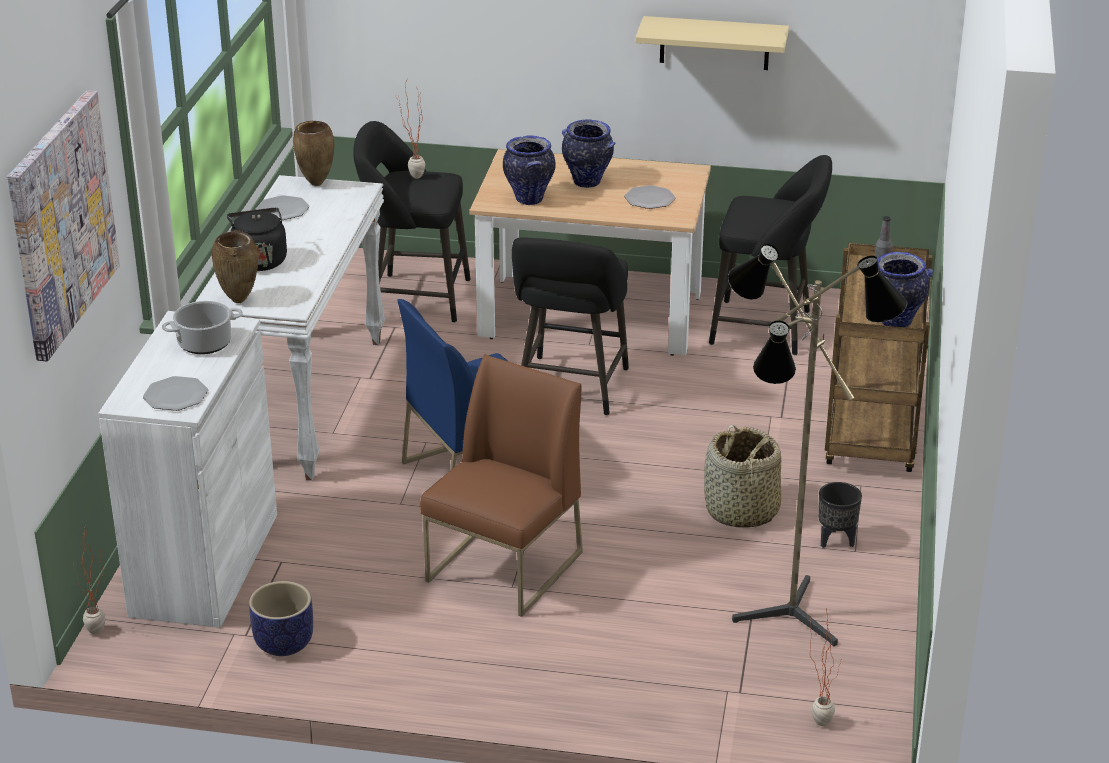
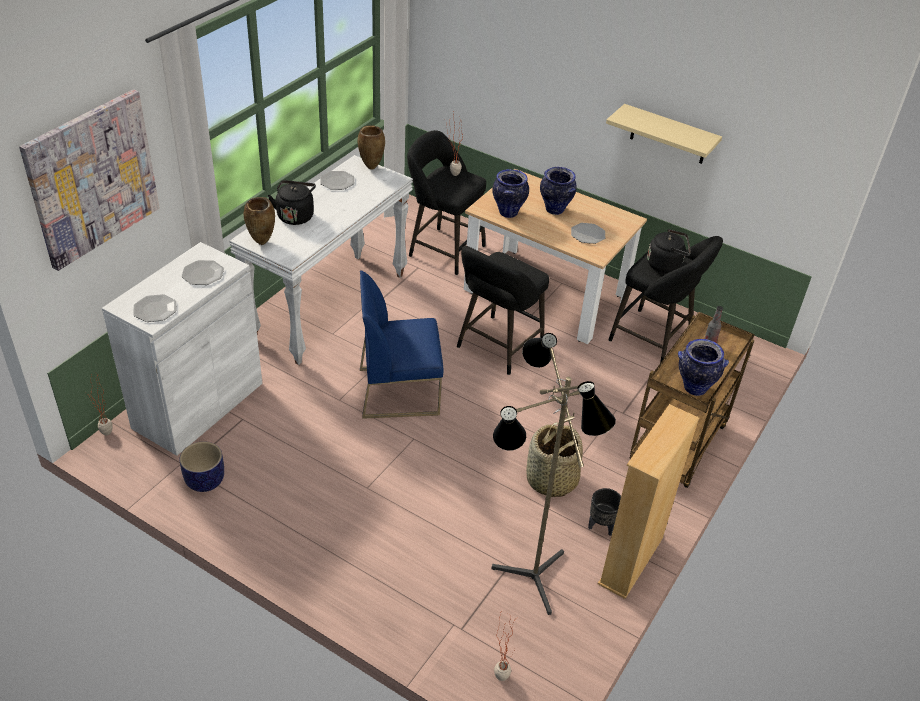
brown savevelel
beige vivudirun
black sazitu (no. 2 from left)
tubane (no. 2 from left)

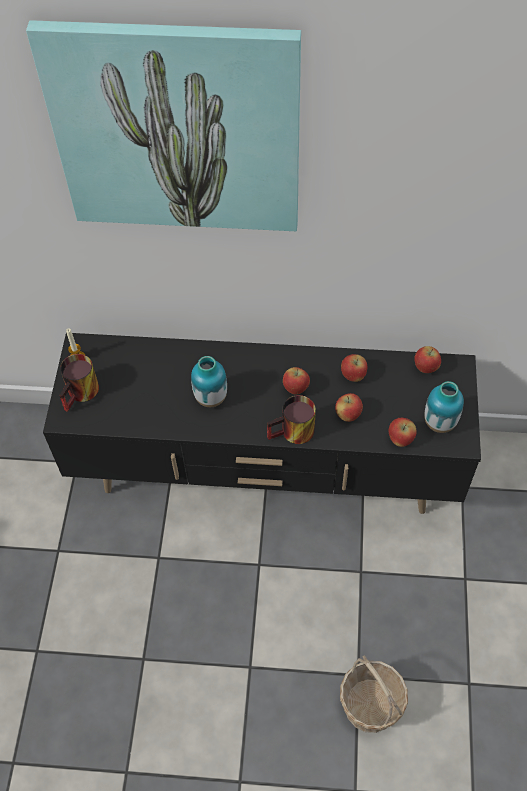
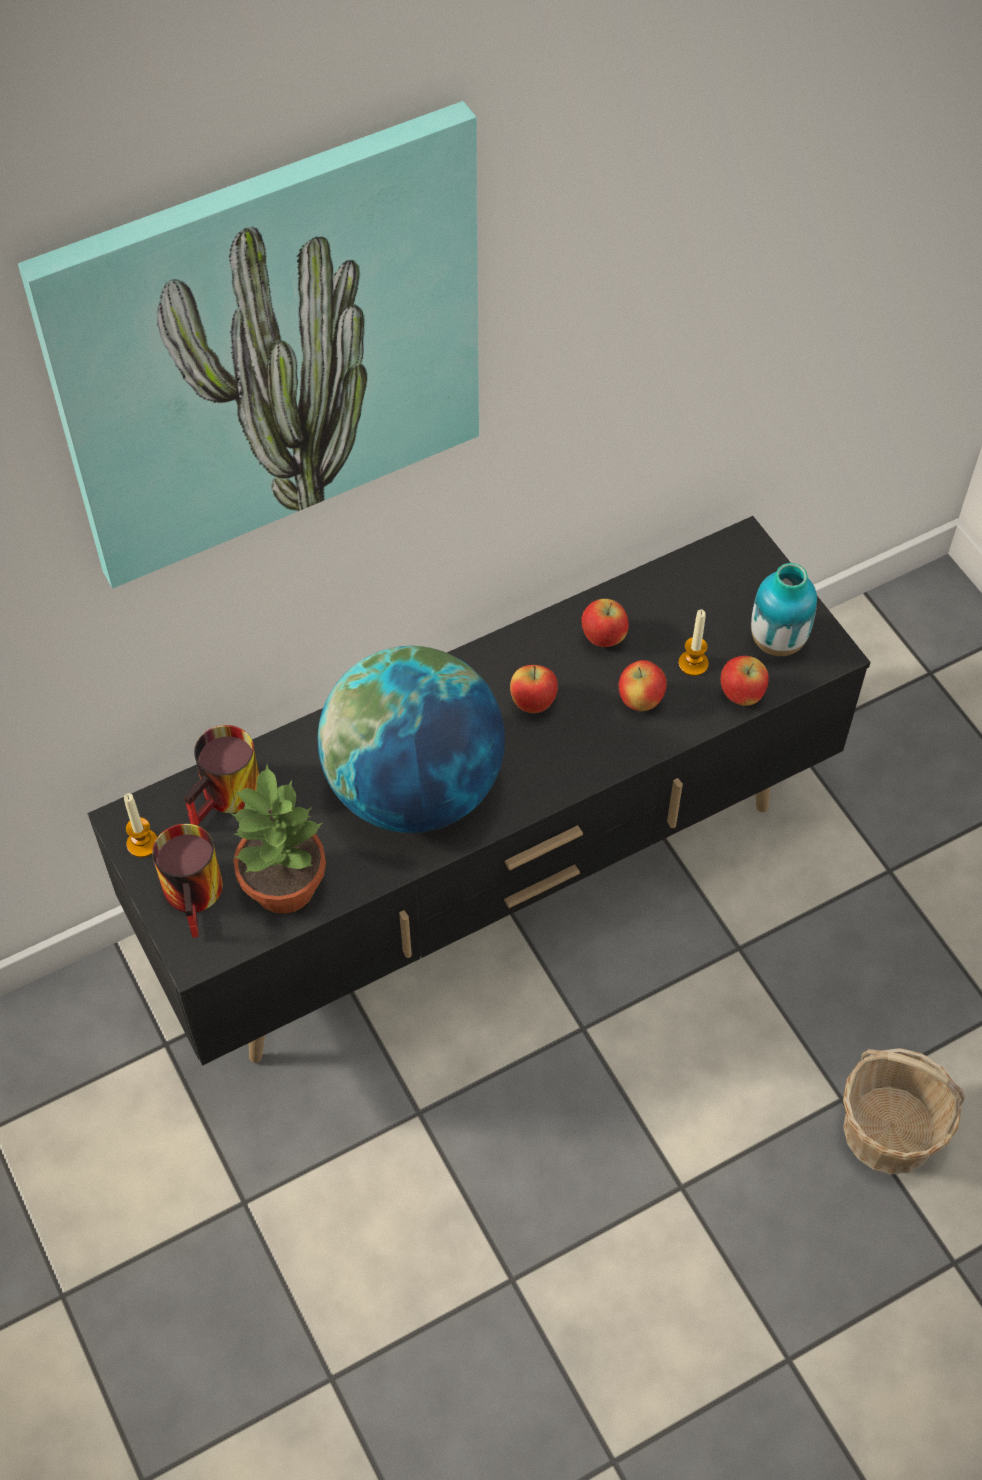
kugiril (no. 5 from left in the first image)
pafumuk
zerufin (no. 2 from left)
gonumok (no. 2 from left)
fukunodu

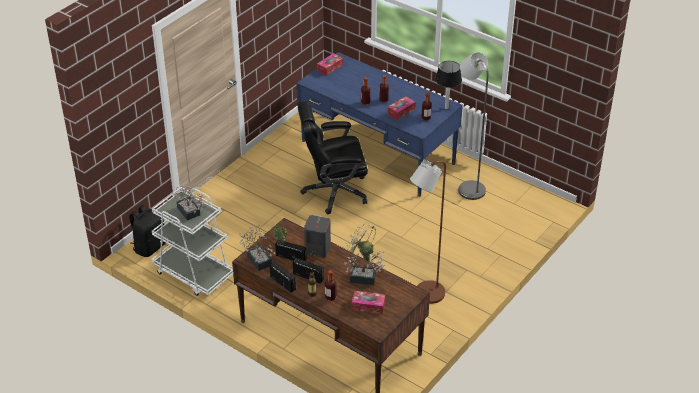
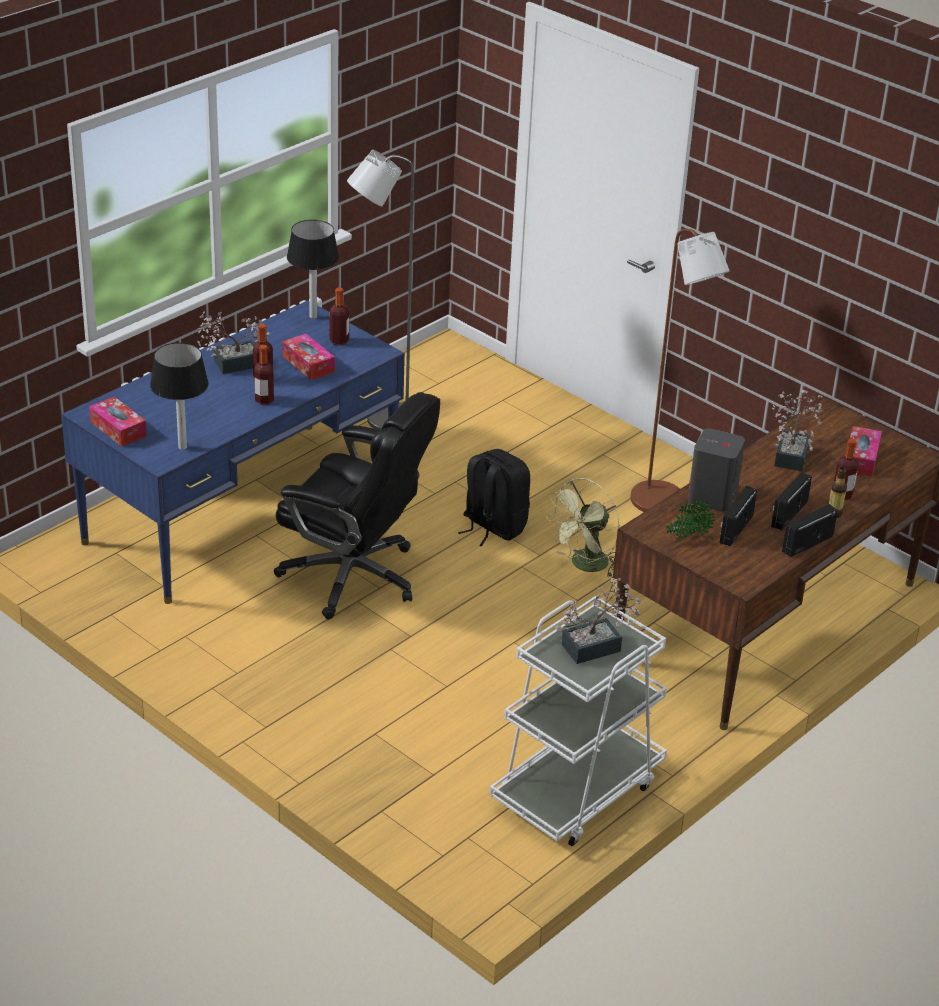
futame (no. 1 from left)
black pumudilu
pafumuk (no. 1 from left)
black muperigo

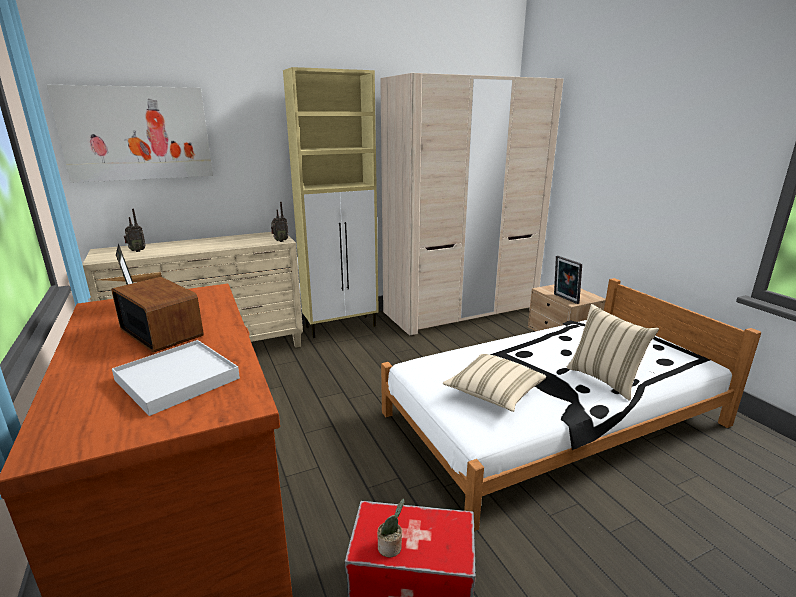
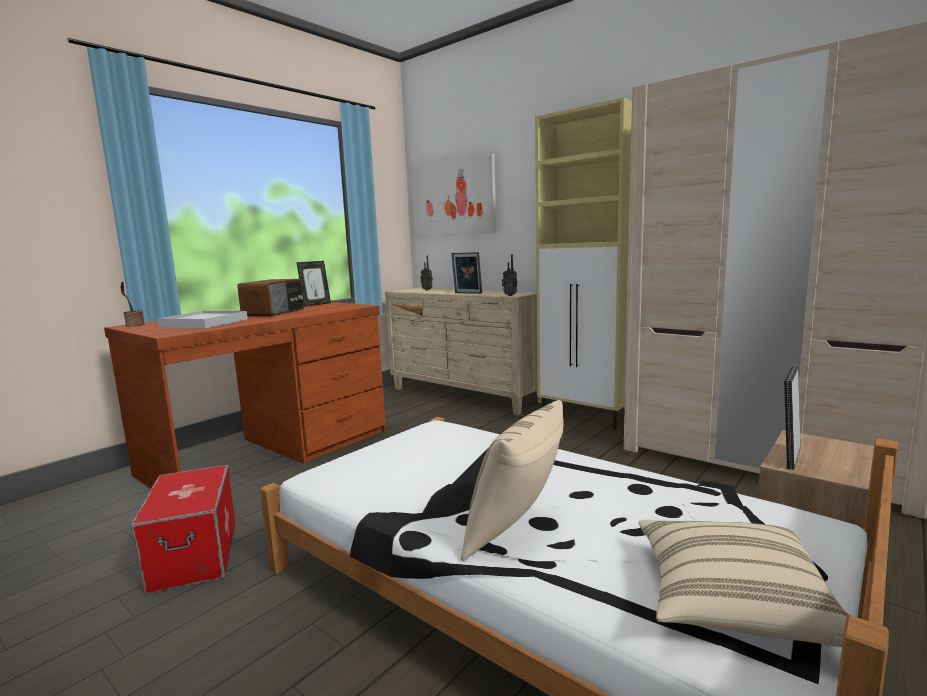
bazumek (no. 2 from left)
pafumuk
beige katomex (no. 2 from left)

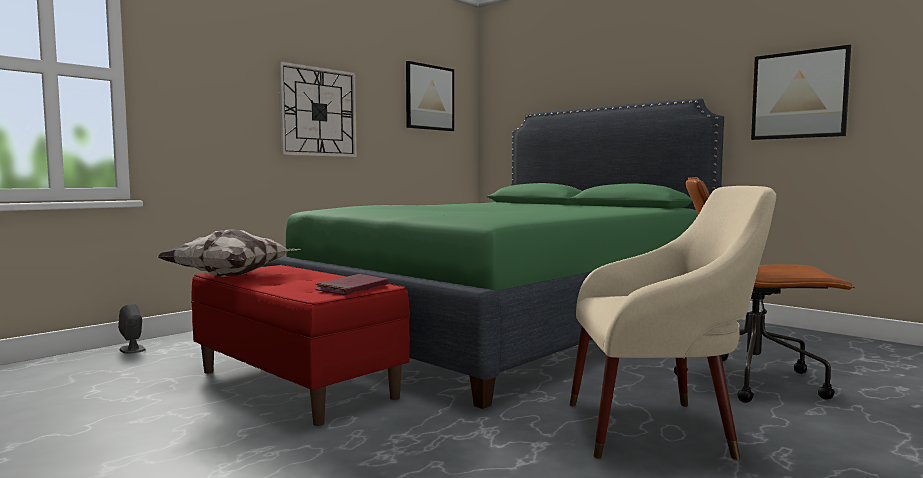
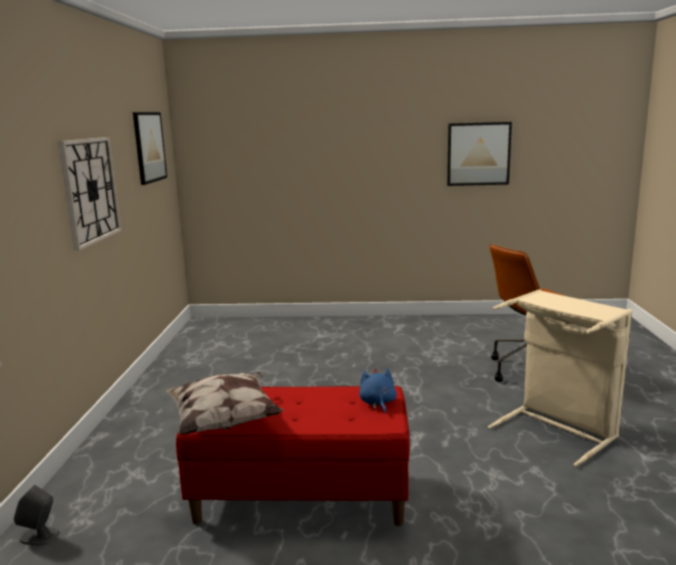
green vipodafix
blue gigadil
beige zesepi

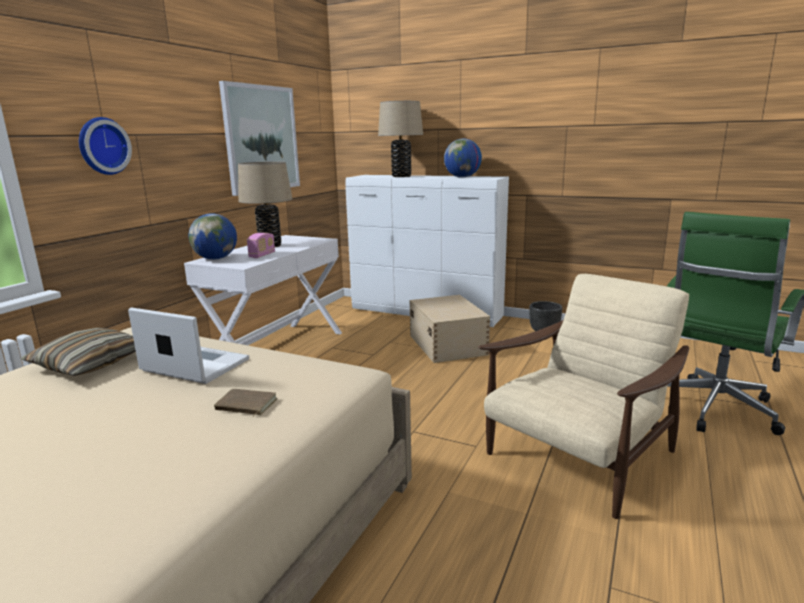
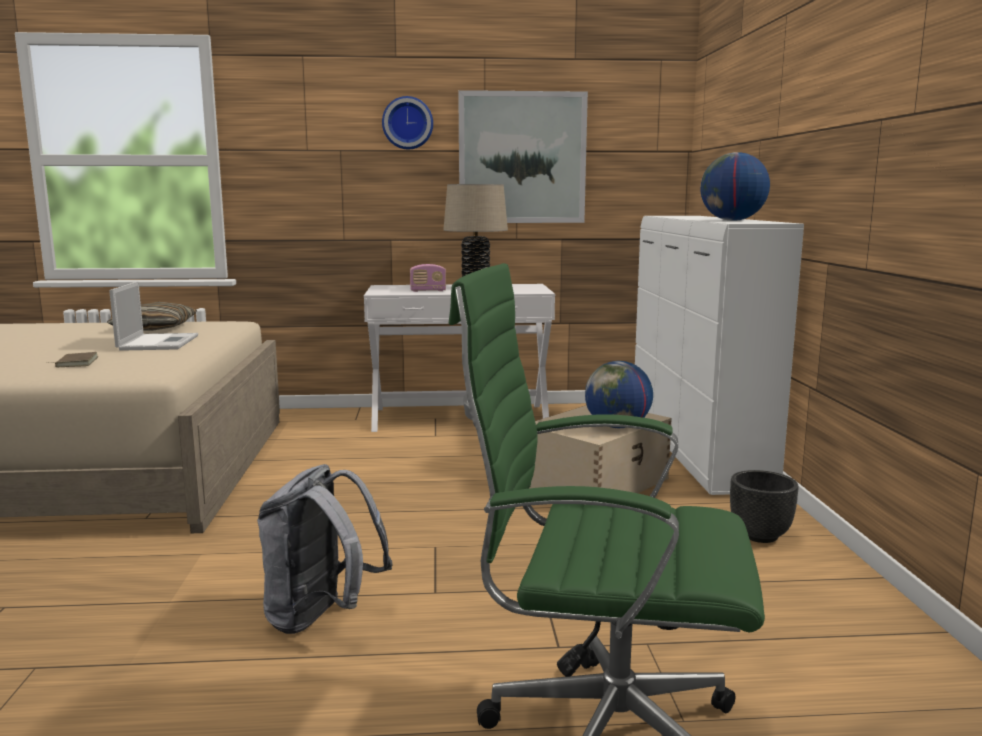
beige futame (no. 2 from left in the first image)
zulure
fukunodu (no. 1 from left)
grey pumudilu

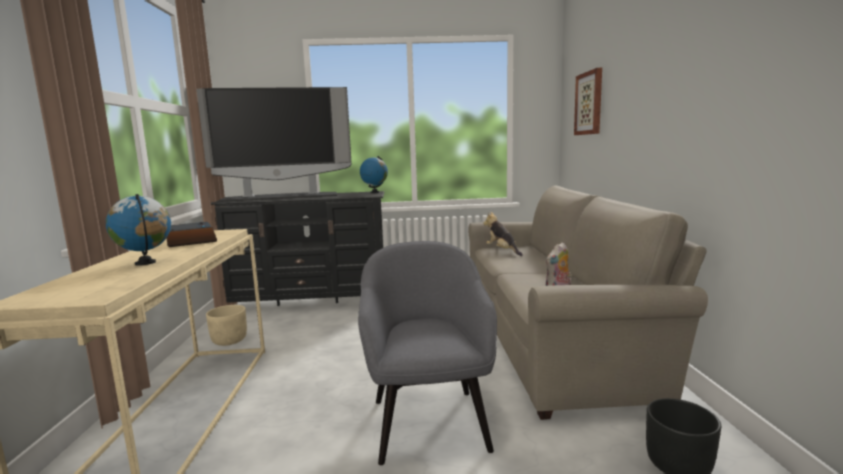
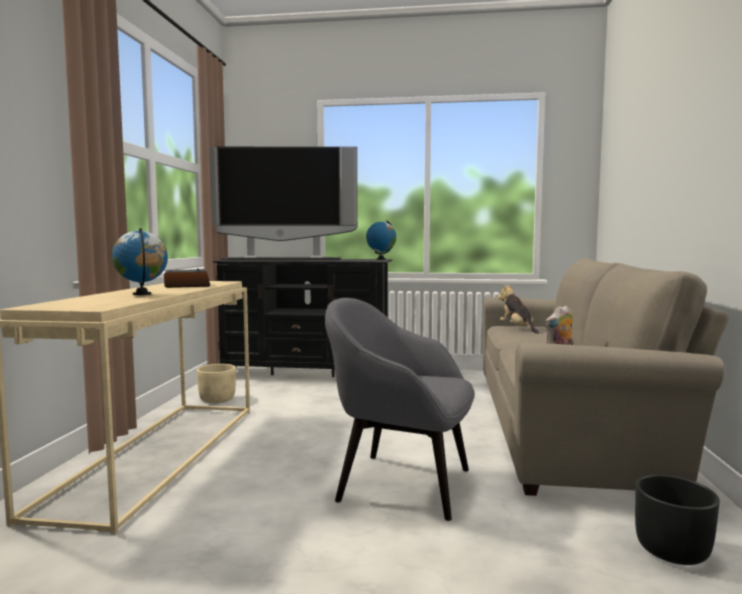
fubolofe
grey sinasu

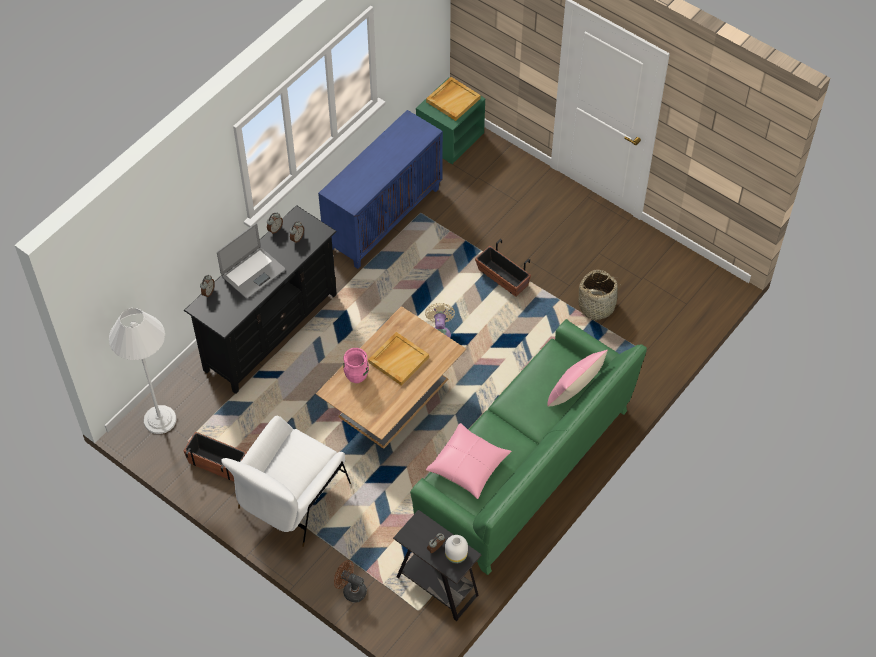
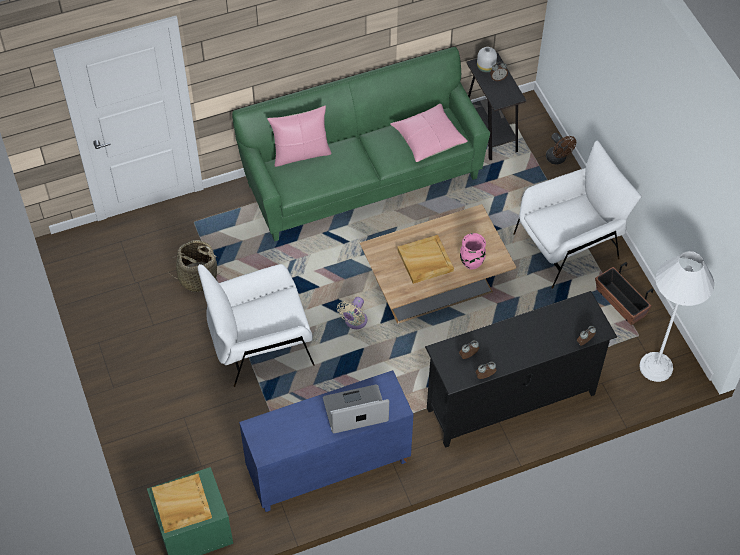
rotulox
white sinasu (no. 1 from left)

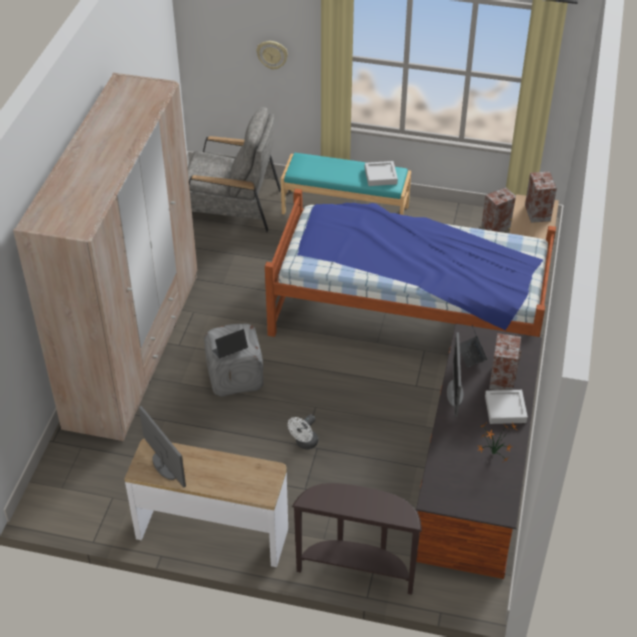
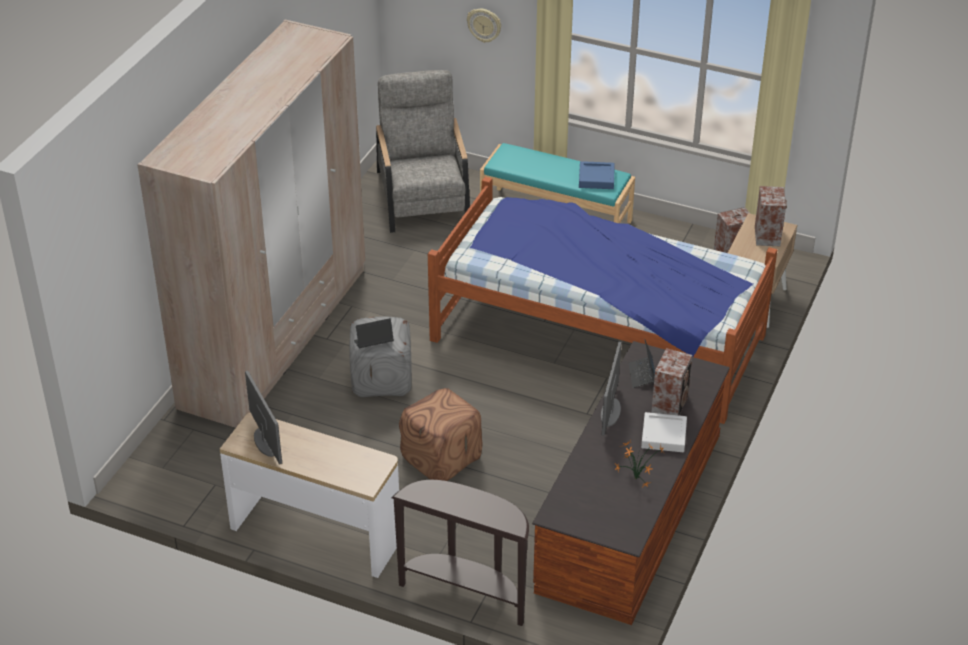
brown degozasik
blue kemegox
grey sinasu

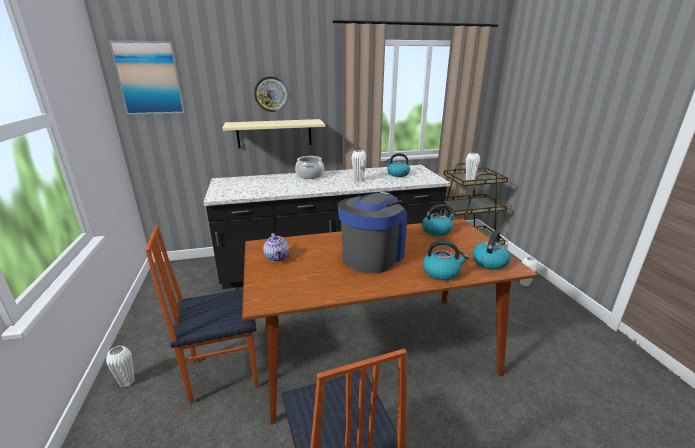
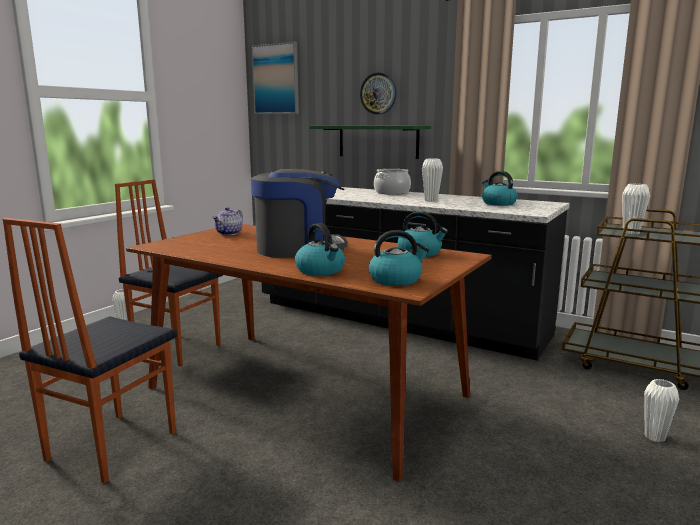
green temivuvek

